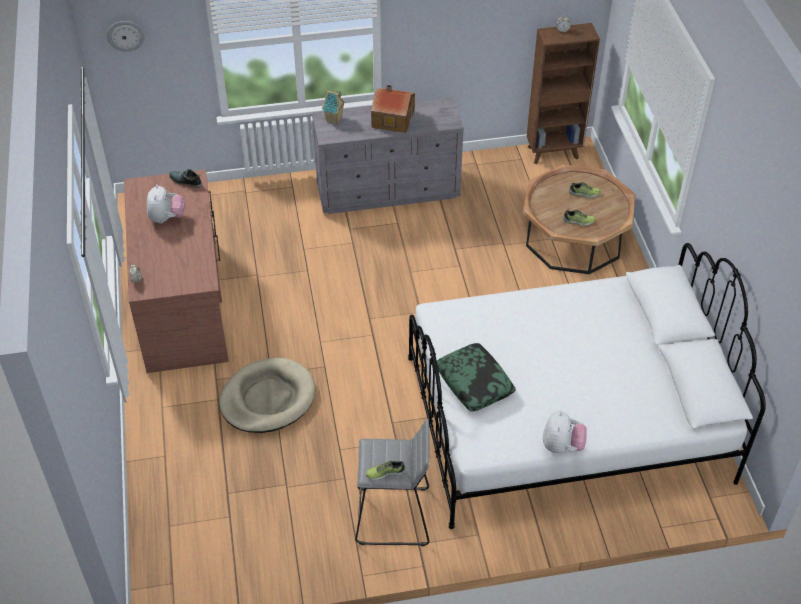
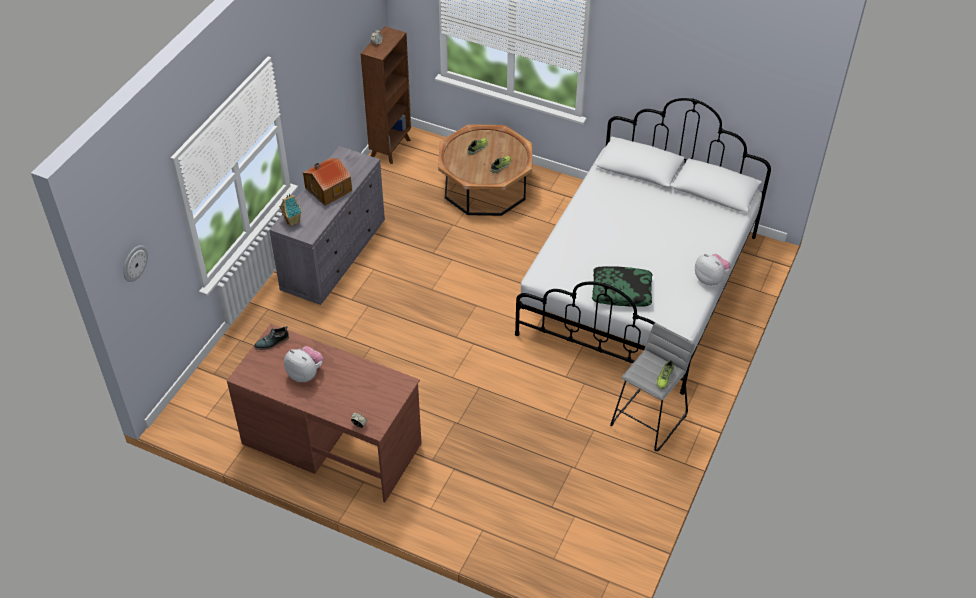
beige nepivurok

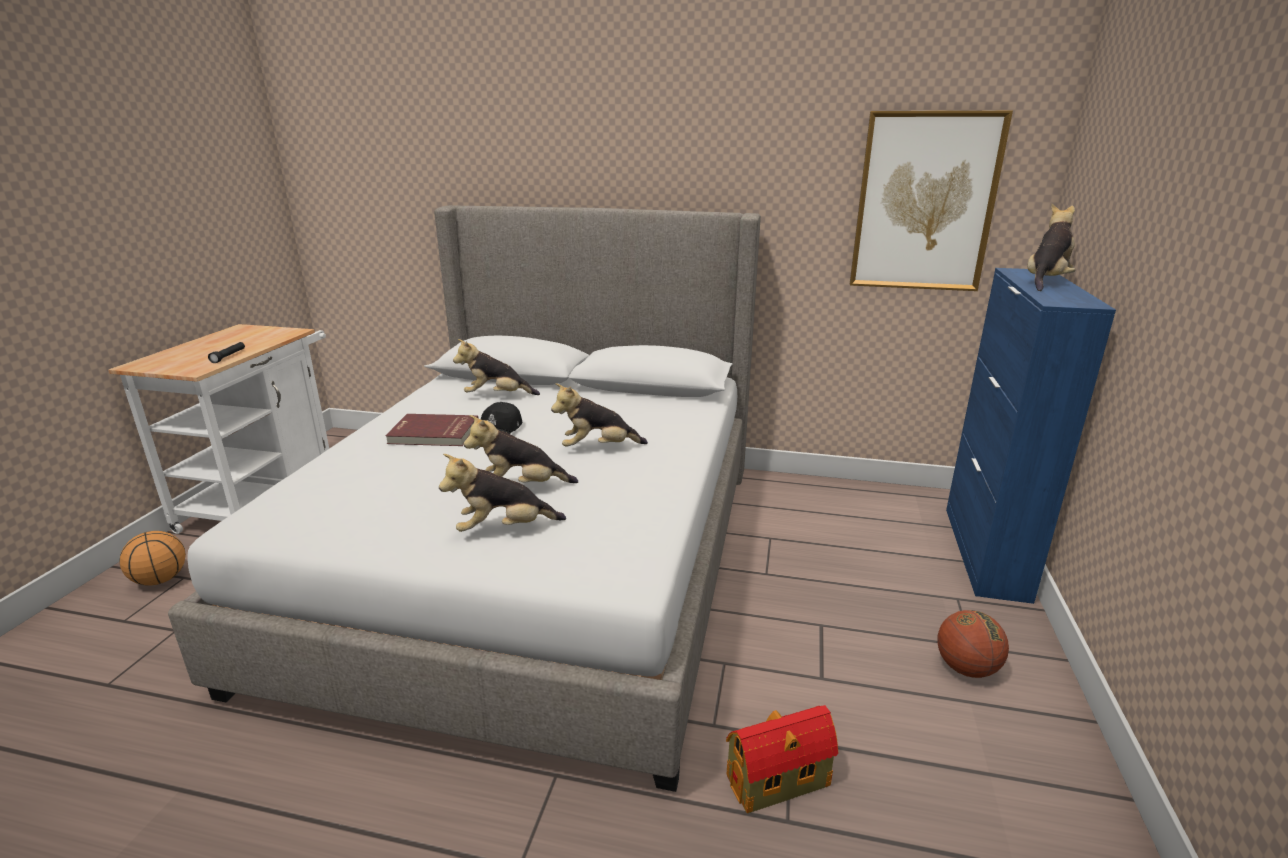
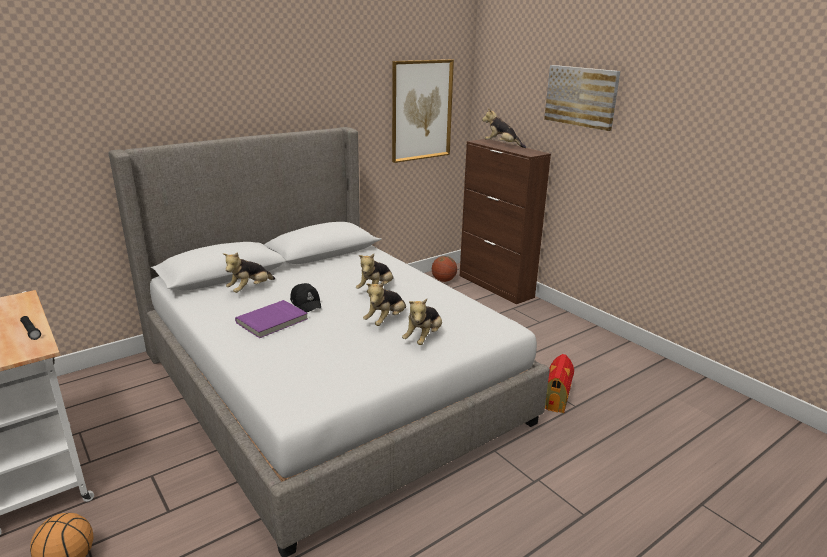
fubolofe (no. 2 from left)
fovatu (no. 2 from left)
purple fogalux
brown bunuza
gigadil (no. 5 from left)

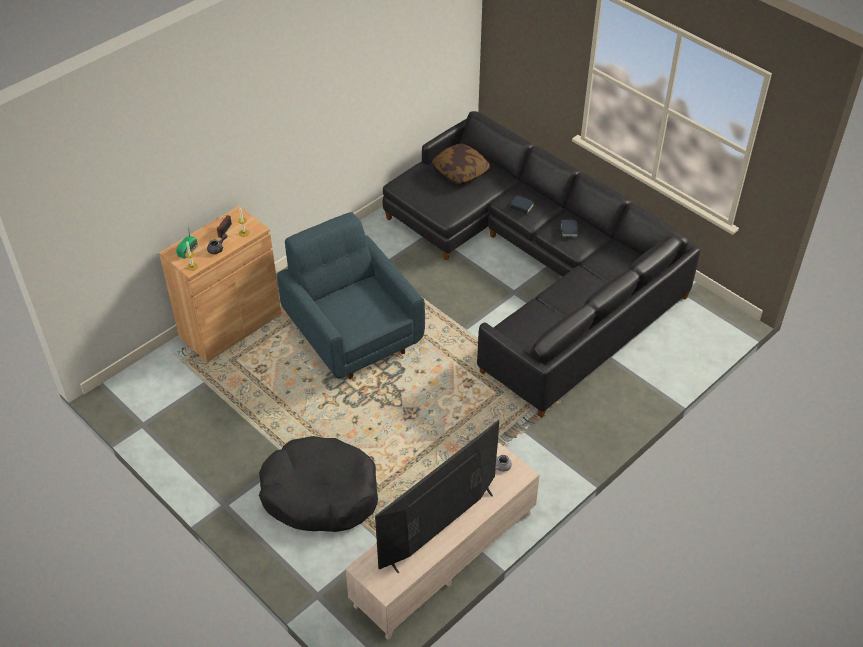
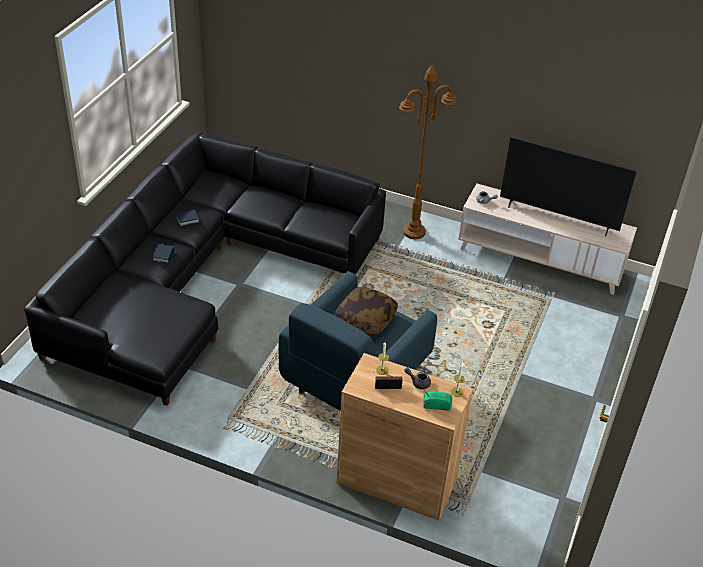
black nepivurok
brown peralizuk
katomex

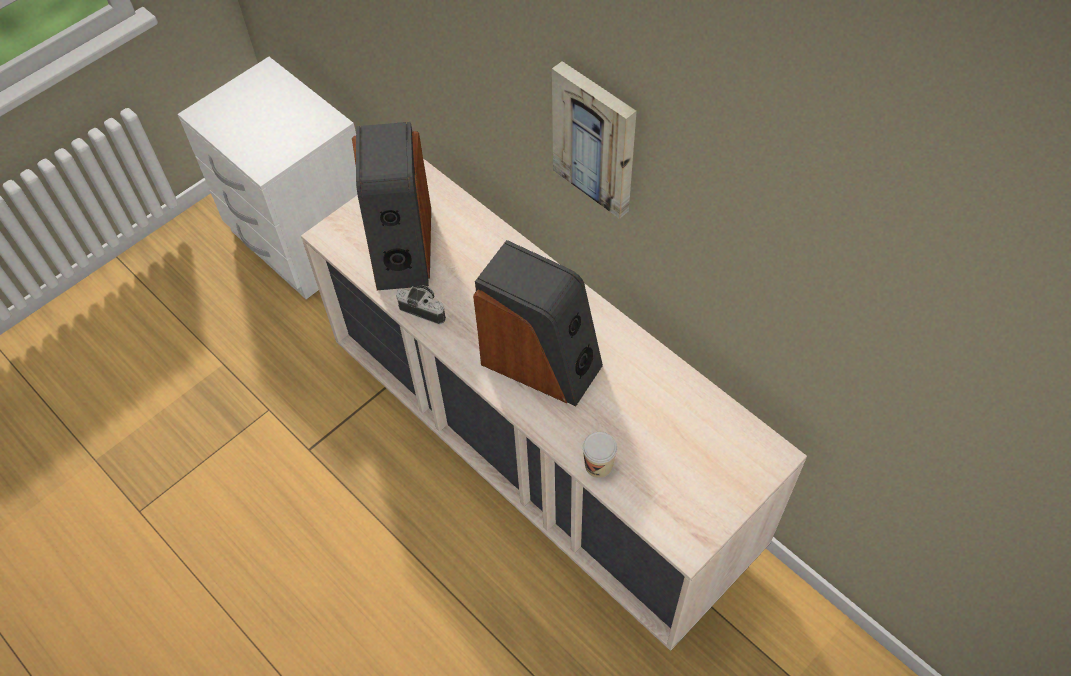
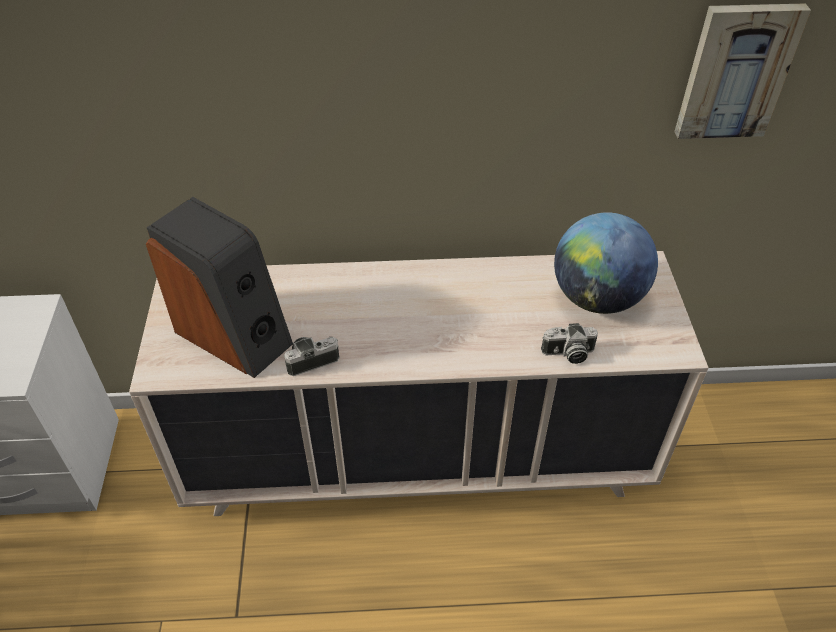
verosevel (no. 2 from left in the first image)
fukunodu
fubolofe
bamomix (no. 2 from left)

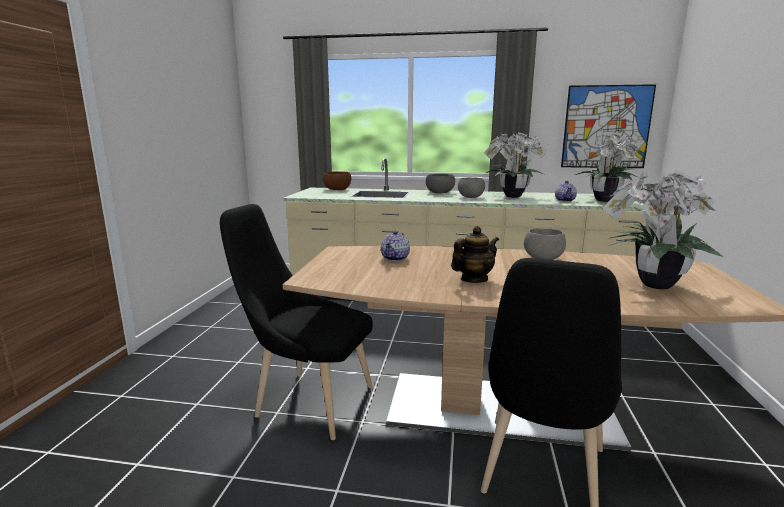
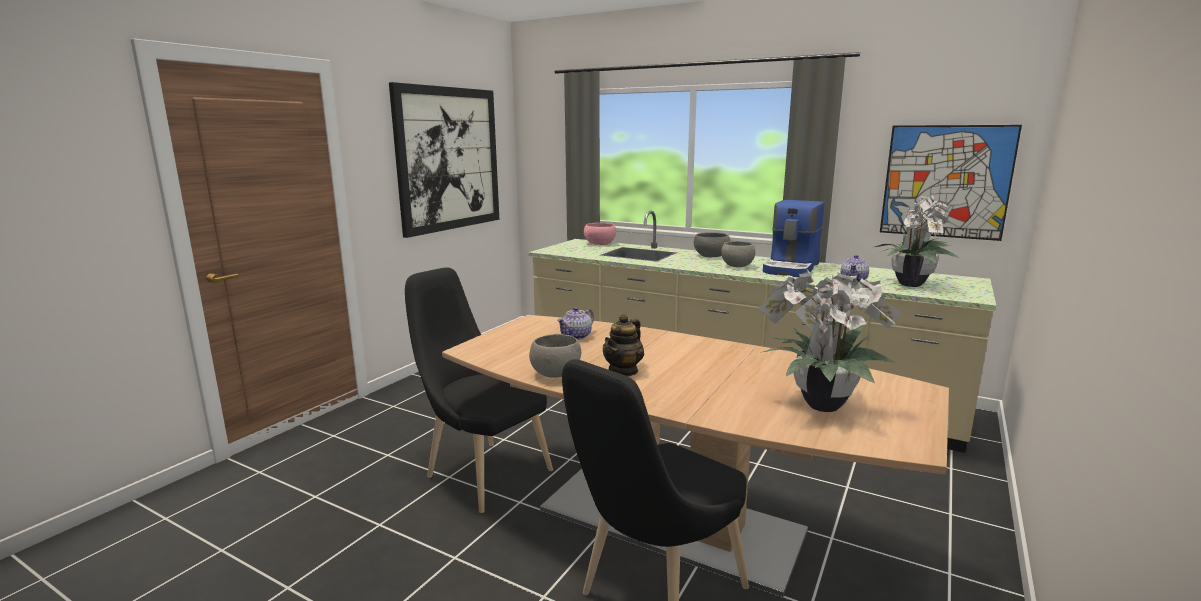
fubolofe (no. 1 from left)
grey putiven (no. 1 from left)
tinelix
pink putiven
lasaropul (no. 2 from left)

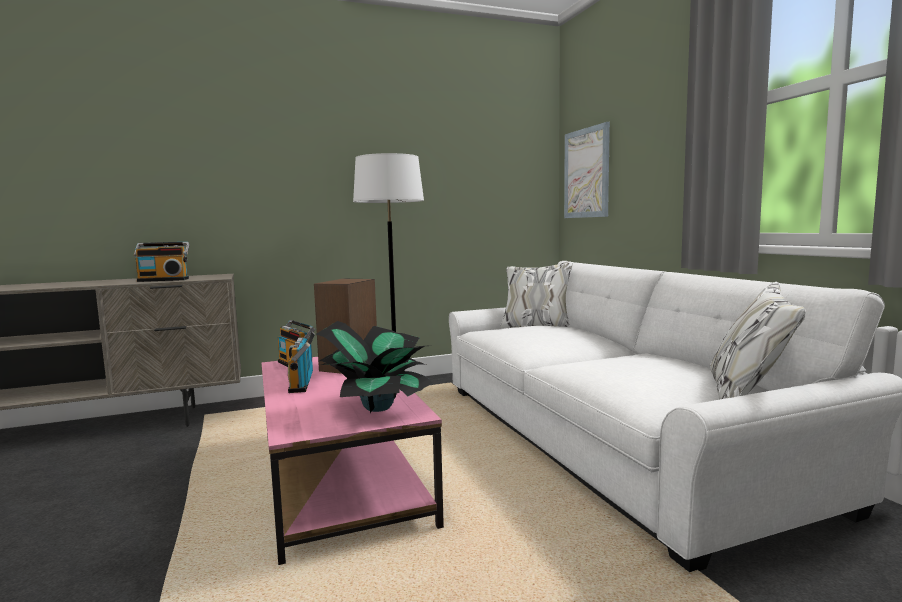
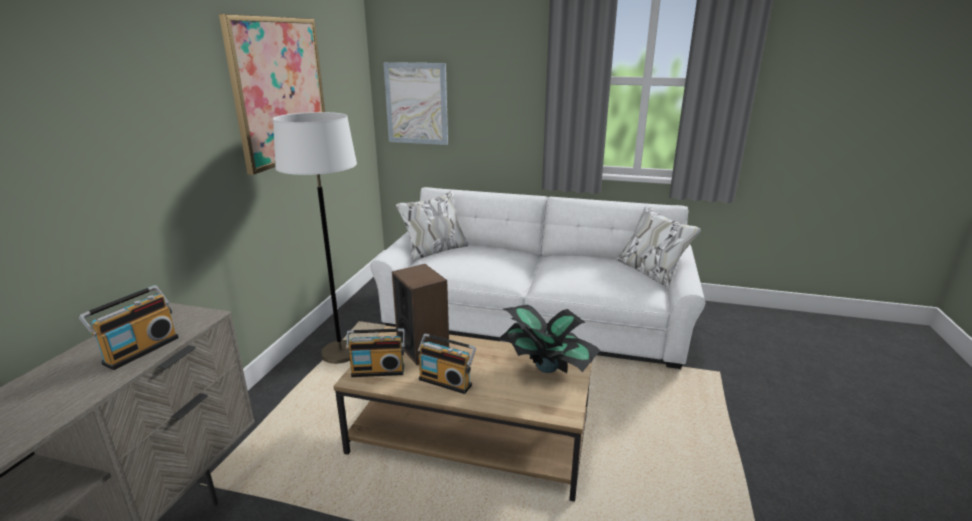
fubolofe (no. 1 from left)
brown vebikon

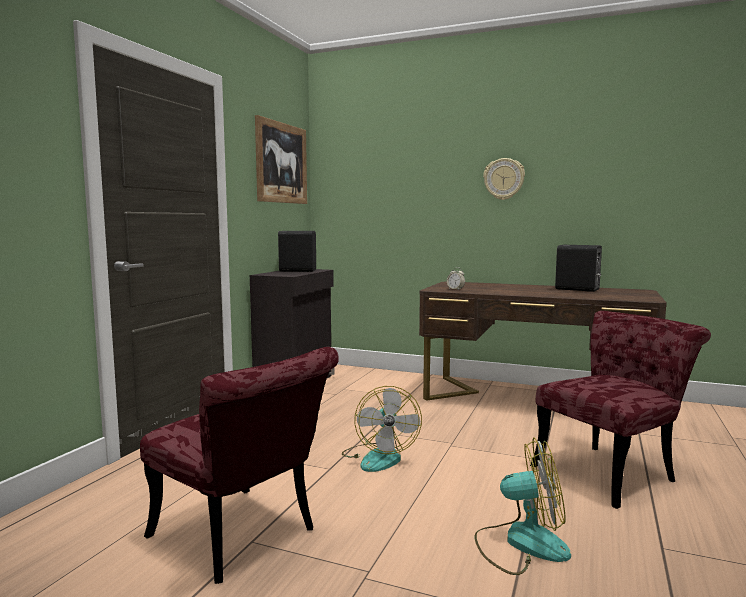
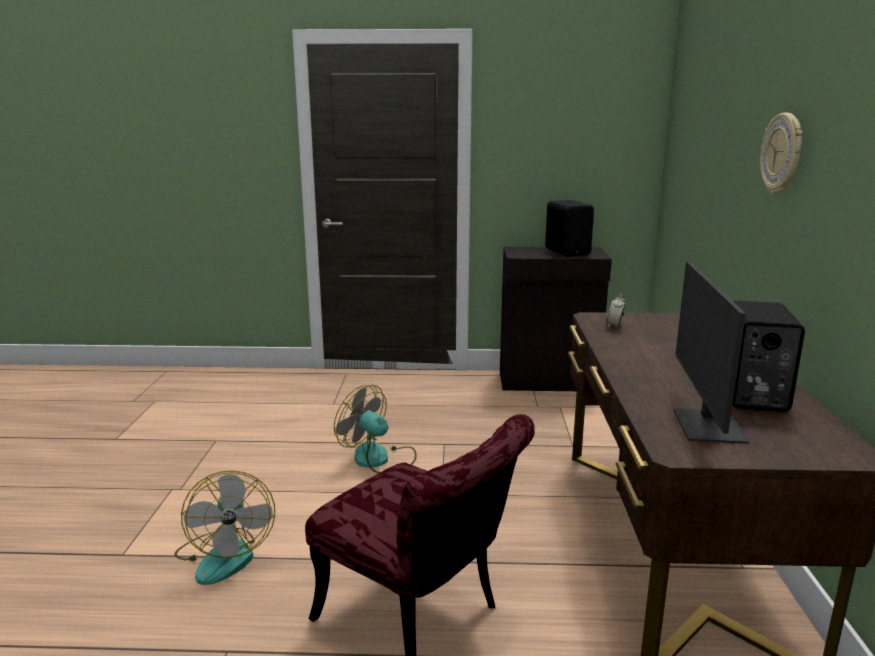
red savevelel (no. 1 from left in the first image)
fubolofe
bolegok
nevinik (no. 2 from left)

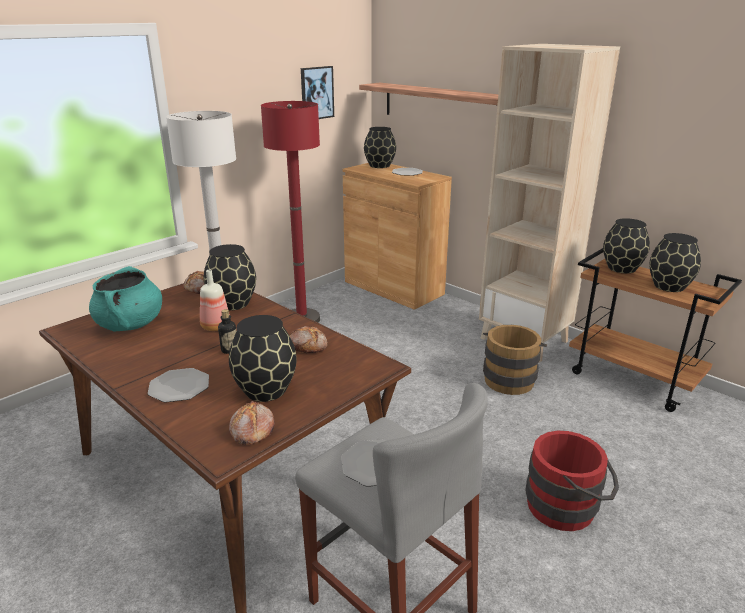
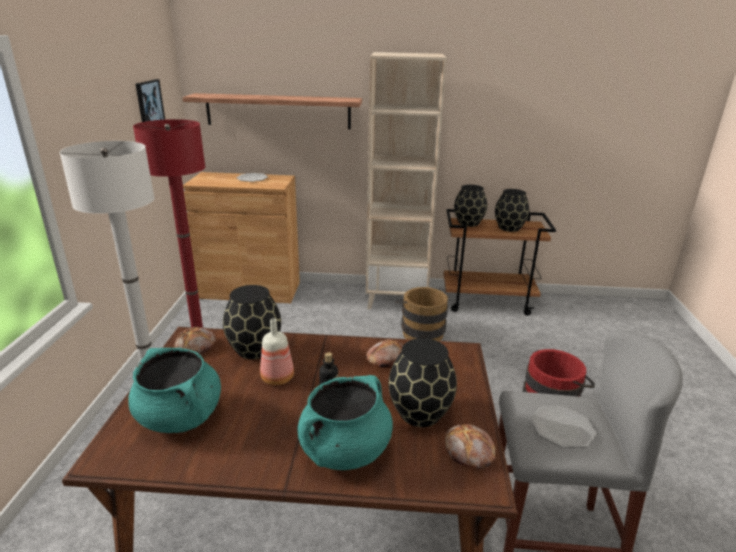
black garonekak (no. 3 from left in the first image)
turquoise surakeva (no. 2 from left)

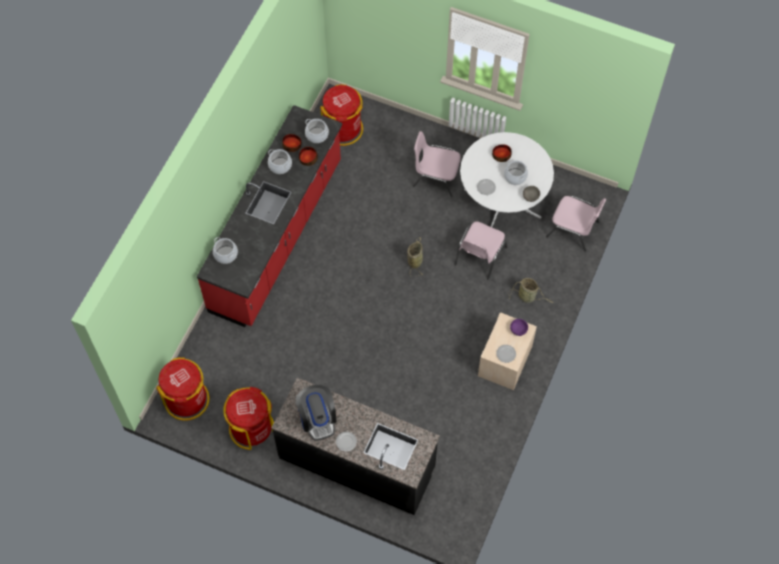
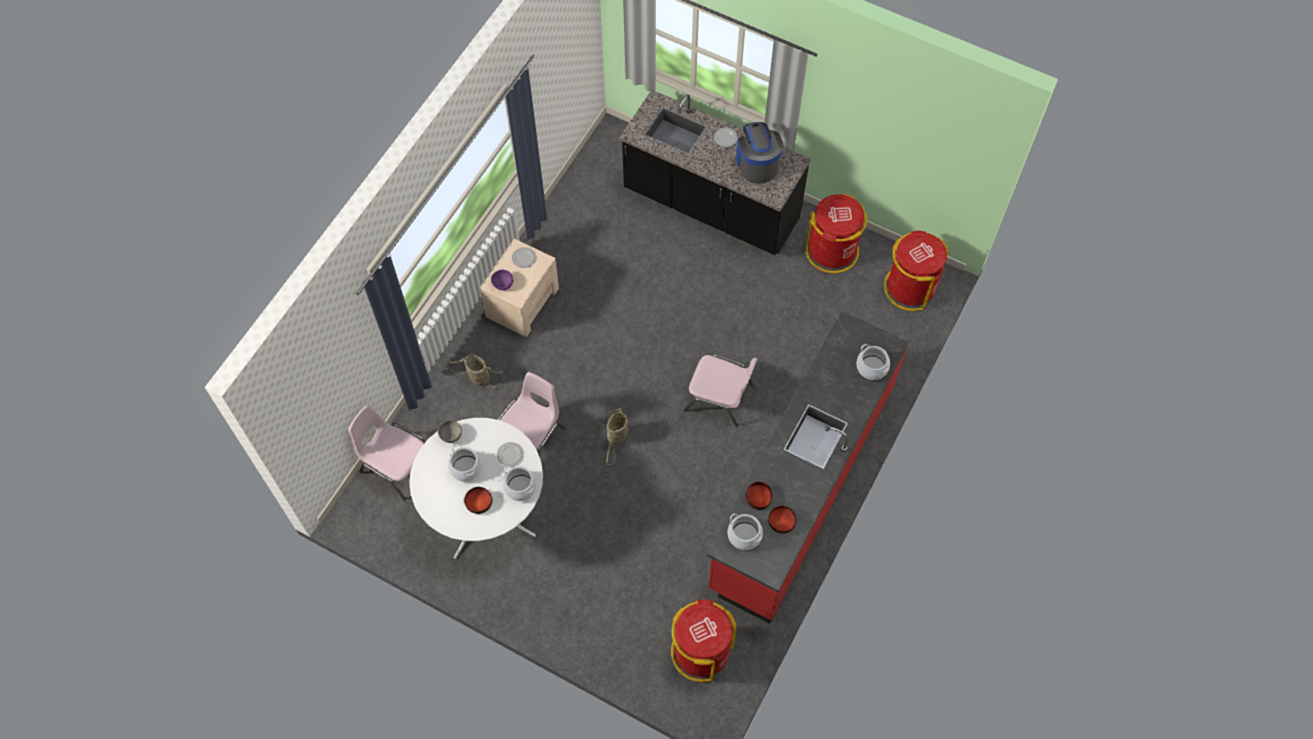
surakeva (no. 2 from left)
pink savevelel (no. 3 from left)

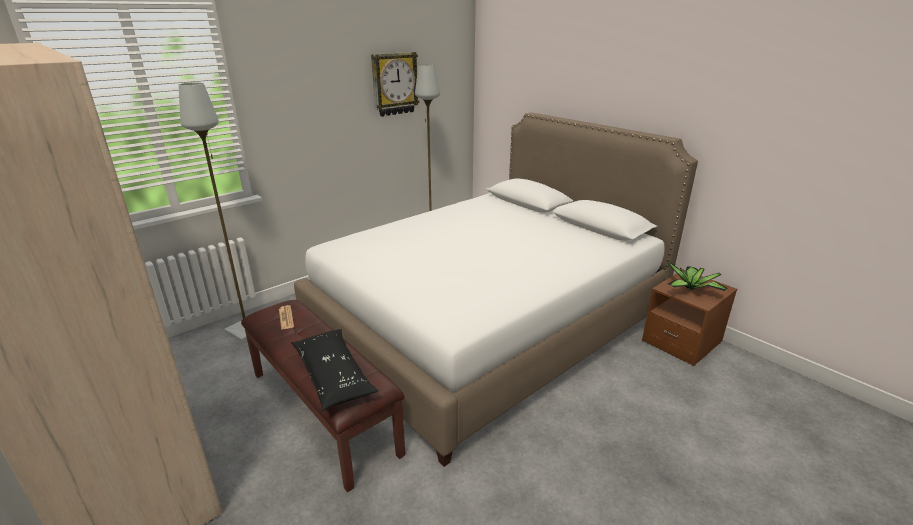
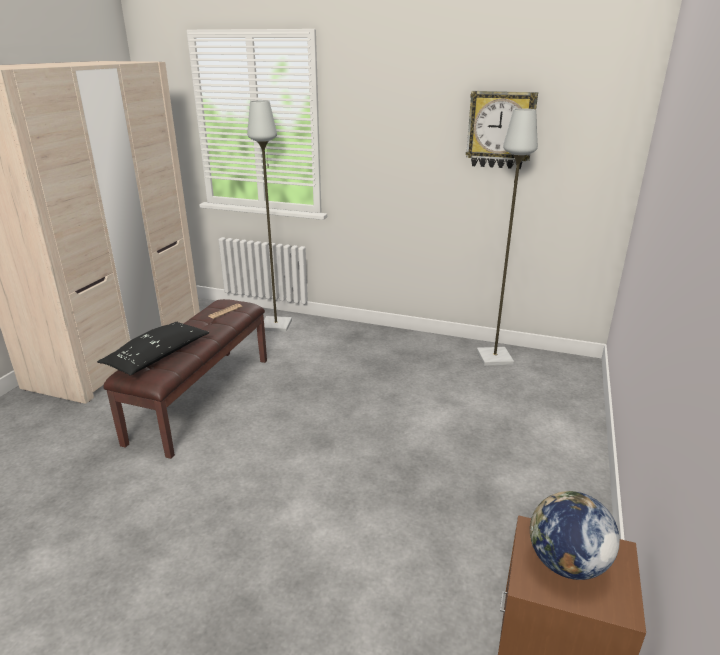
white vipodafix
fukunodu

